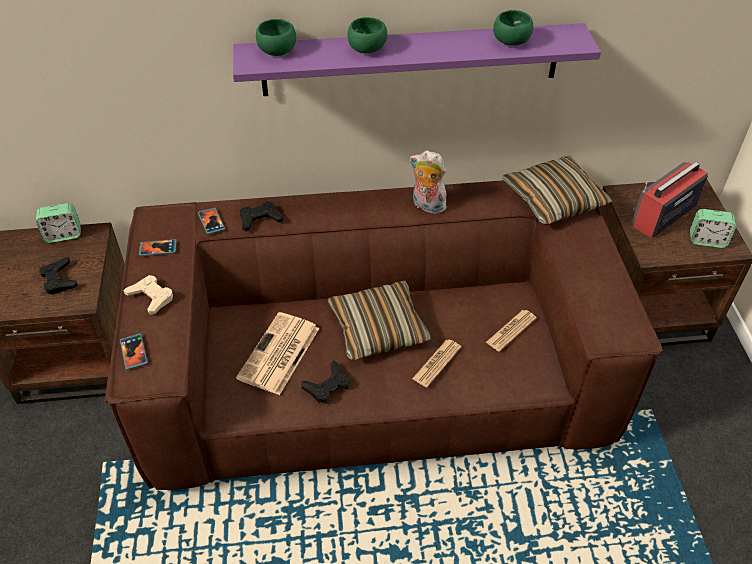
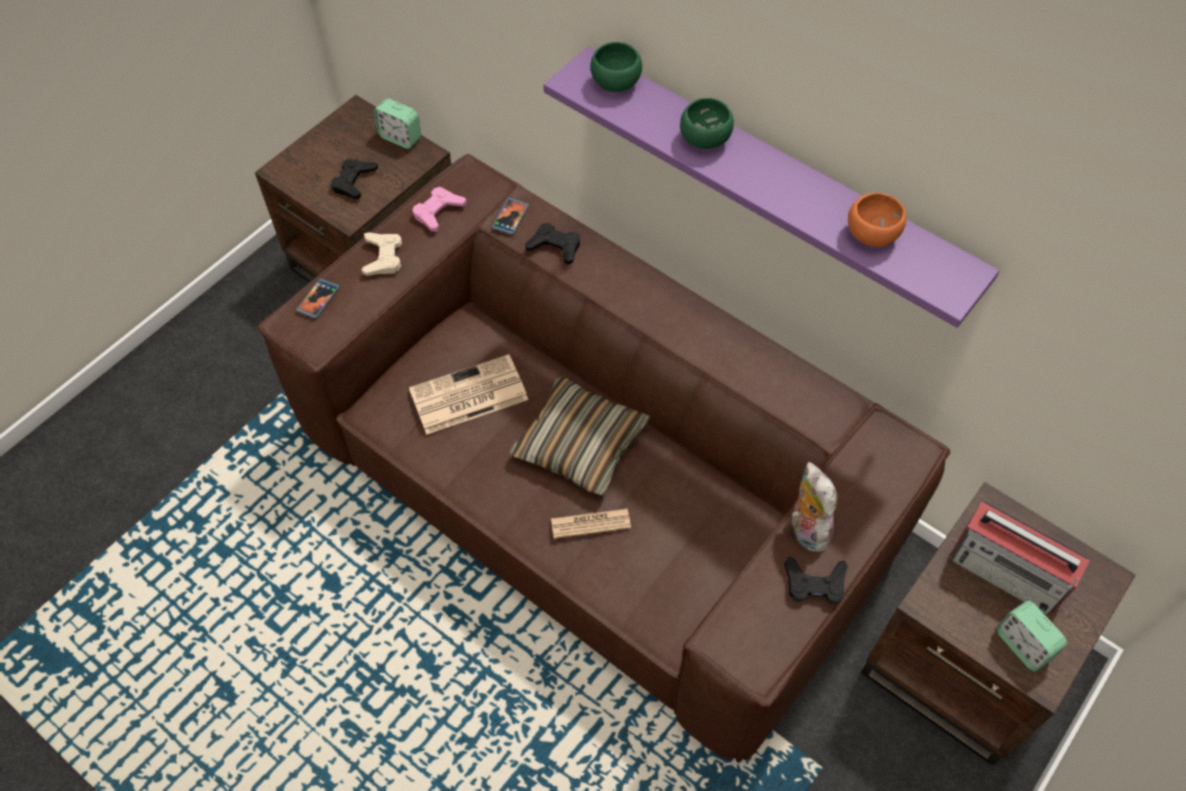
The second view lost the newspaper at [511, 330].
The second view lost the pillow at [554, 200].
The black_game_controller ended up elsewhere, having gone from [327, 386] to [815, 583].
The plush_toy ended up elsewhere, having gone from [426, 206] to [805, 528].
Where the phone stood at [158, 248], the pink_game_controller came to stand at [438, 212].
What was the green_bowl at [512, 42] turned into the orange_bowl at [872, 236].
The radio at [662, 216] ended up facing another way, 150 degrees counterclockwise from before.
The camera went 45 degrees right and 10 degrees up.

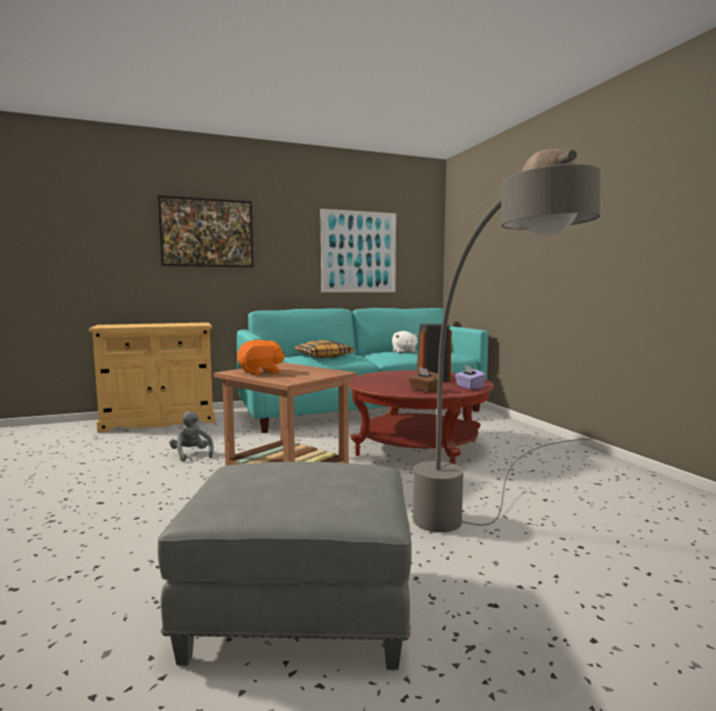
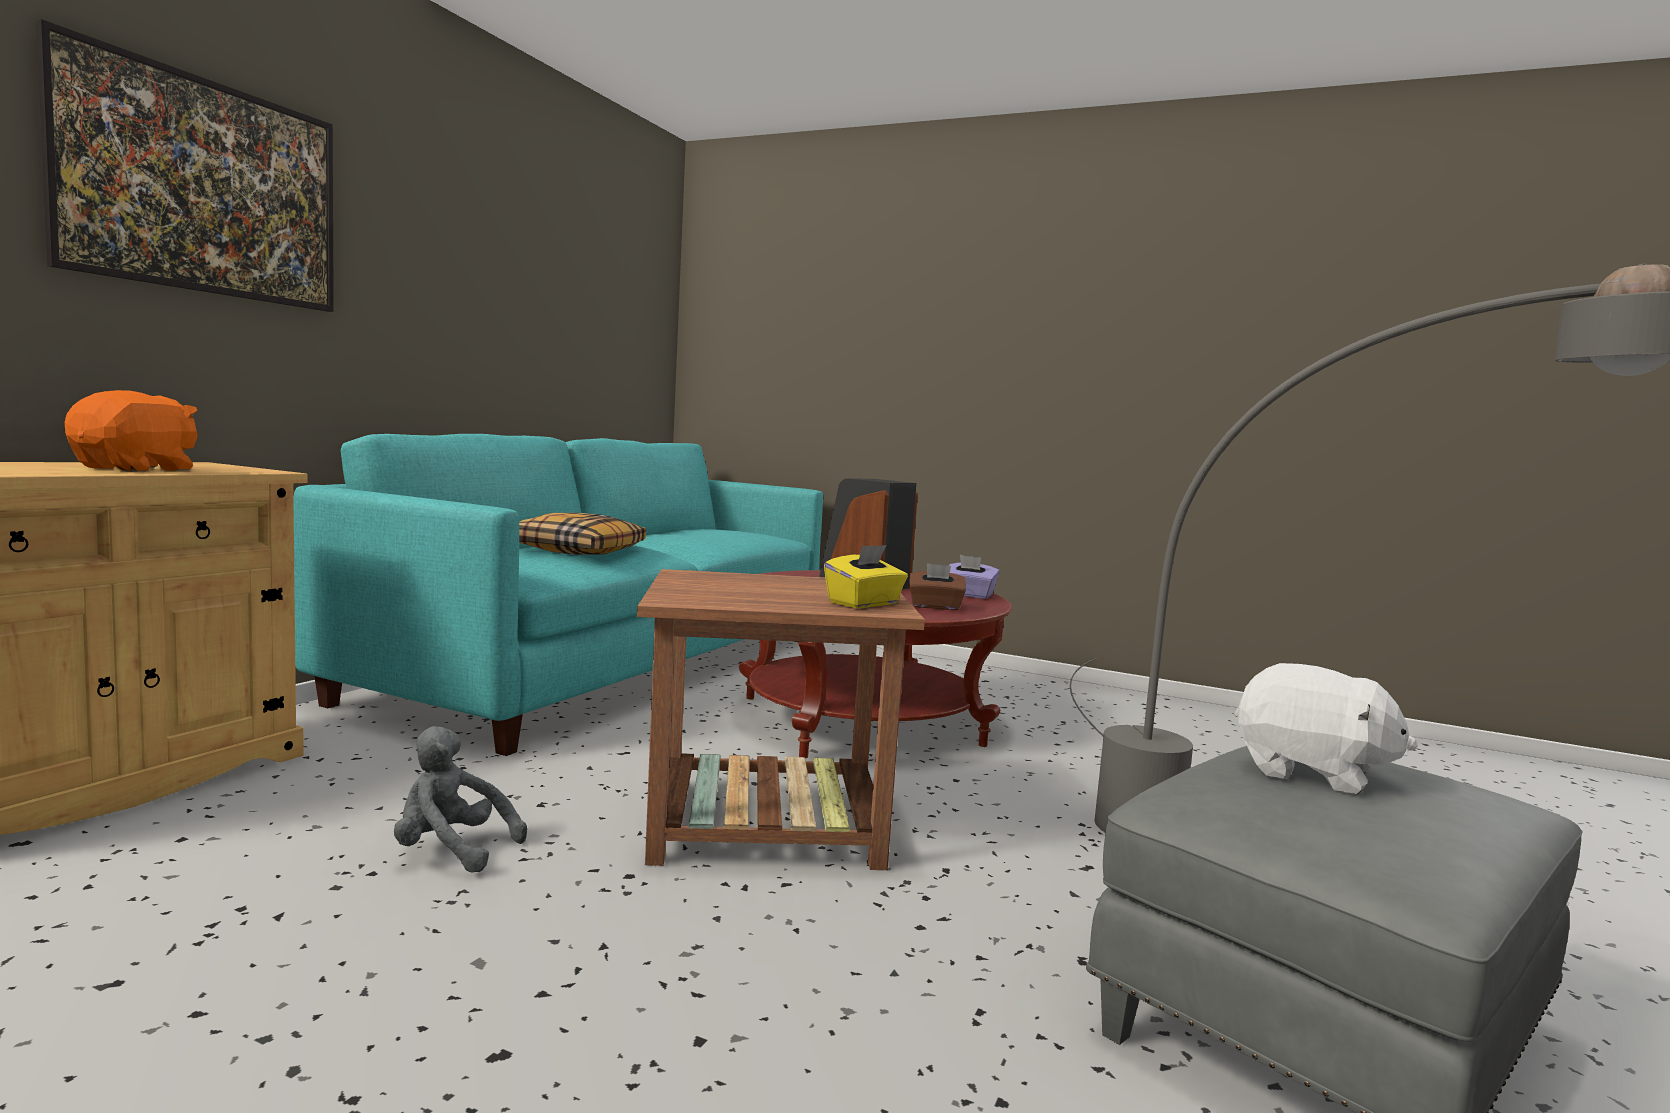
The second view lost the picture at [359, 252].
The second view gained the yellow_tissue_box at [864, 603].
The orange_plush_toy ended up elsewhere, having gone from [261, 372] to [138, 469].
The white_plush_toy ended up elsewhere, having gone from [404, 352] to [1310, 773].
The camera went 45 degrees left and 0 degrees up.

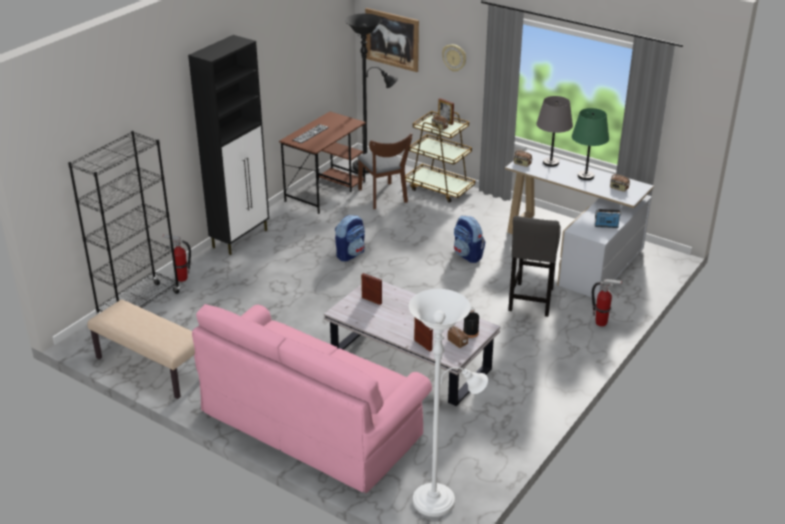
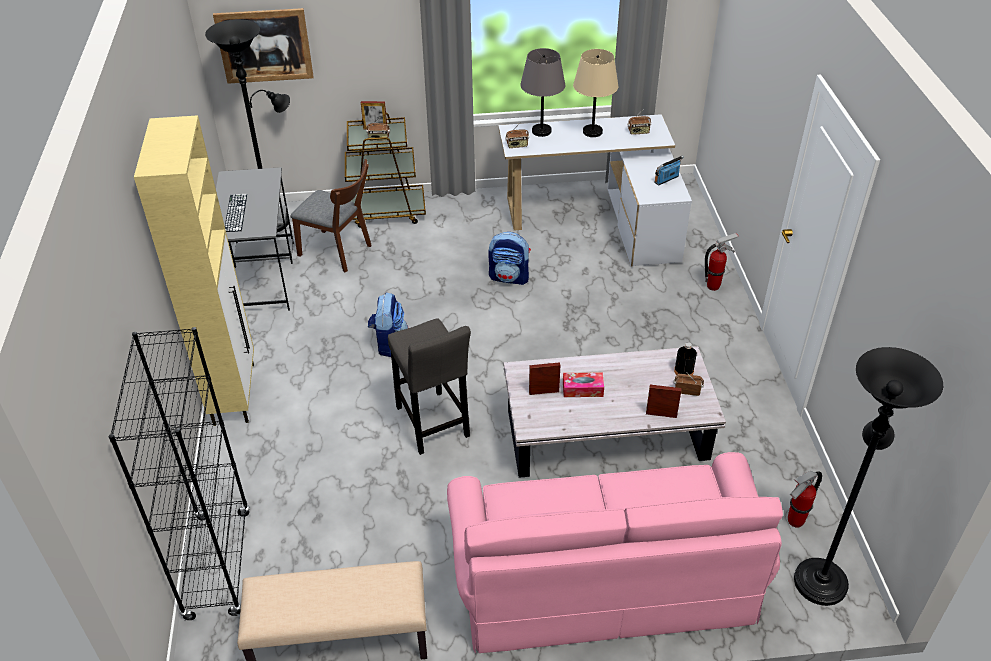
The second view lost the wall_clock at [454, 57].
The second view gained the tissue_box at [582, 389].
The fire_extinguisher ended up elsewhere, having gone from [181, 278] to [795, 521].
The grey_stool ended up elsewhere, having gone from [531, 301] to [433, 425].
What was the black_cabinet at [241, 238] turned into the beige_cabinet at [234, 393].
What was the brown_desk at [326, 191] turned into the grey_desk at [262, 276].
What was the white_floor_lamp at [439, 499] turned into the black_floor_lamp at [822, 577].
What was the green_table_lamp at [585, 176] turned into the beige_table_lamp at [592, 132].
The camera went 40 degrees left and 10 degrees up.

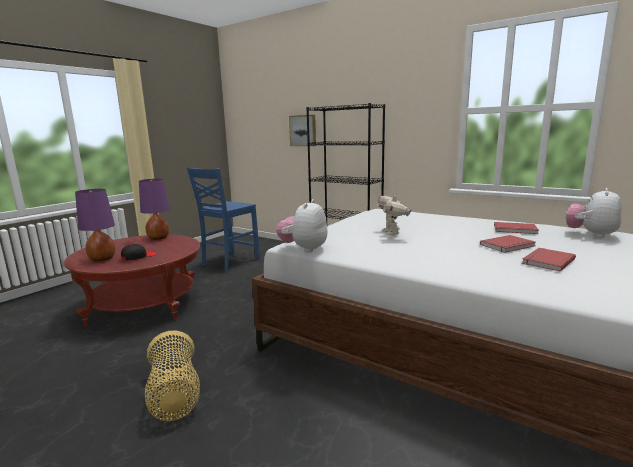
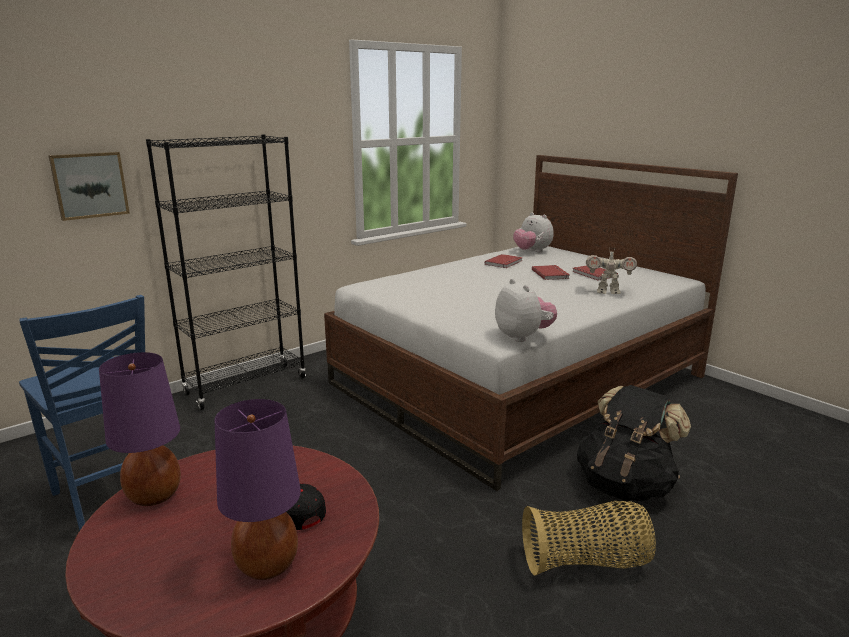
The second view gained the black_backpack at [625, 485].
The toy_robot ended up elsewhere, having gone from [392, 233] to [607, 292].
The plush_toy at [304, 249] ended up facing another way, 150 degrees counterclockwise from before.
The camera went 75 degrees left and 5 degrees up.

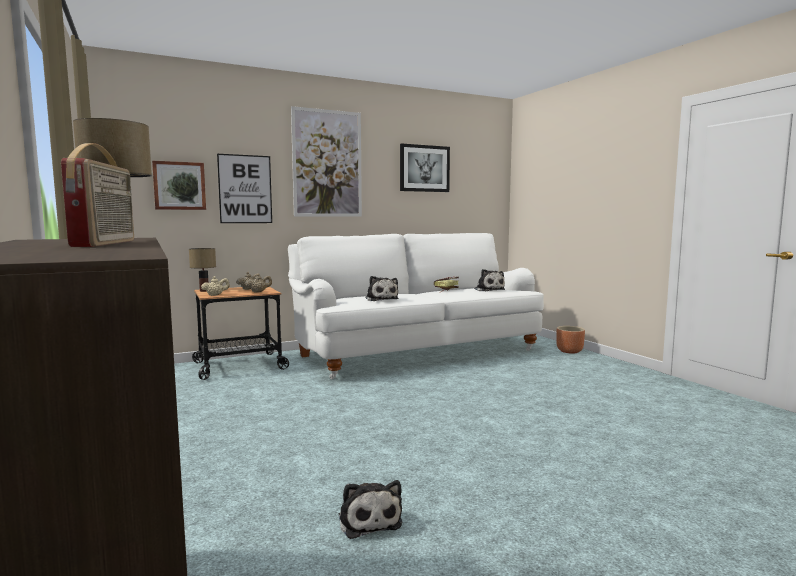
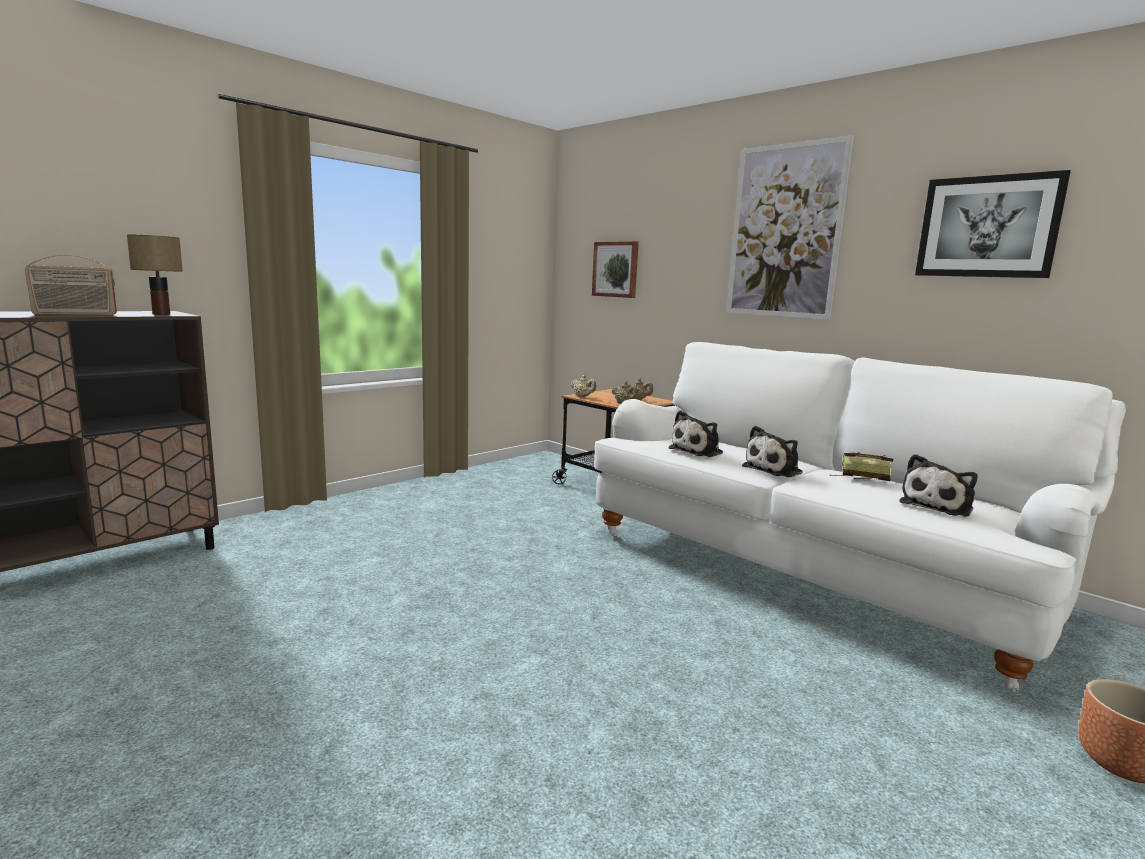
The second view lost the table_lamp at [203, 291].
The second view lost the picture at [245, 189].
The plush_toy ended up elsewhere, having gone from [369, 519] to [775, 470].
The camera went 70 degrees right and 5 degrees up.

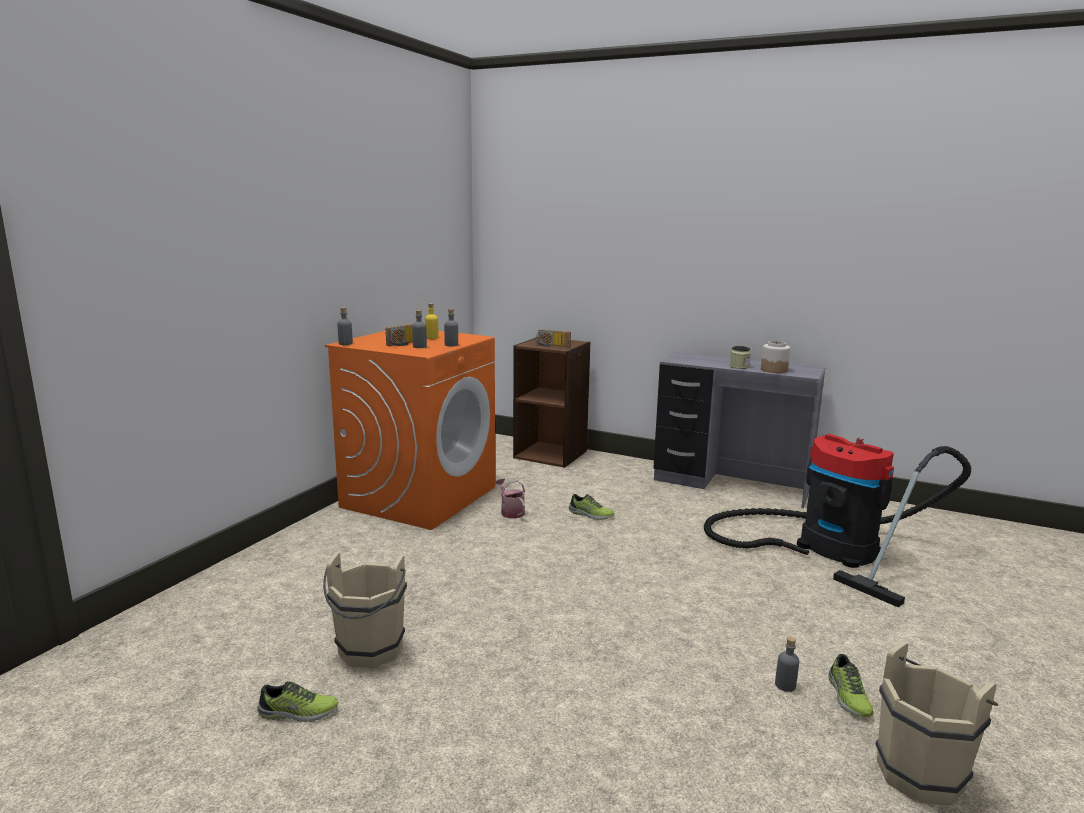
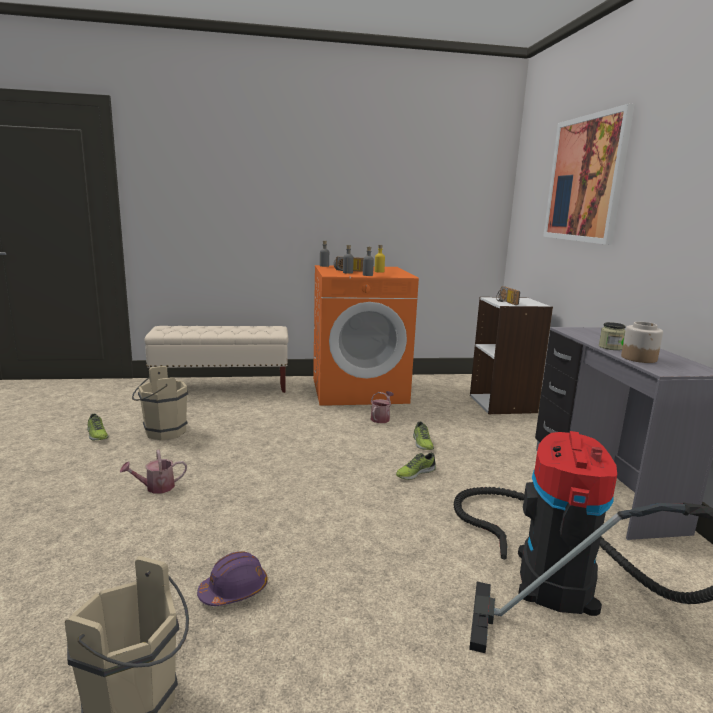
The second view gained the watering_can at [156, 487].
The second view gained the beige_bench at [222, 386].
The second view gained the picture at [585, 179].
The shoe ended up elsewhere, having gone from [848, 696] to [415, 473].
Where the grey_bottle stood at [785, 685], the purple_hard_hat came to stand at [234, 590].
What was the brown_bookcase at [551, 454] turned into the white_bookcase at [503, 404].
The camera went 55 degrees right and 0 degrees up.

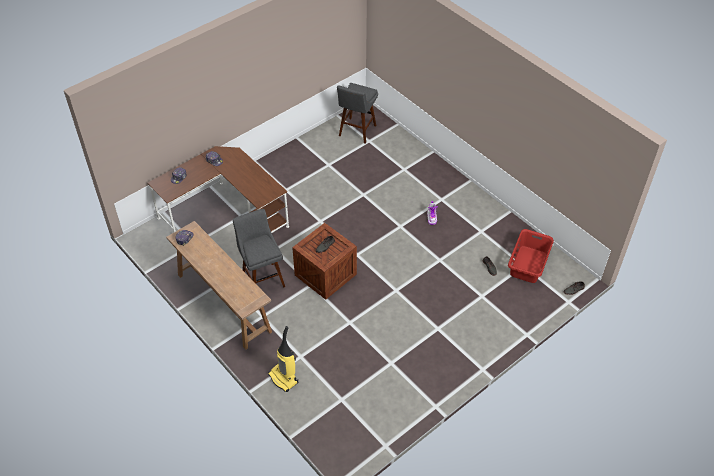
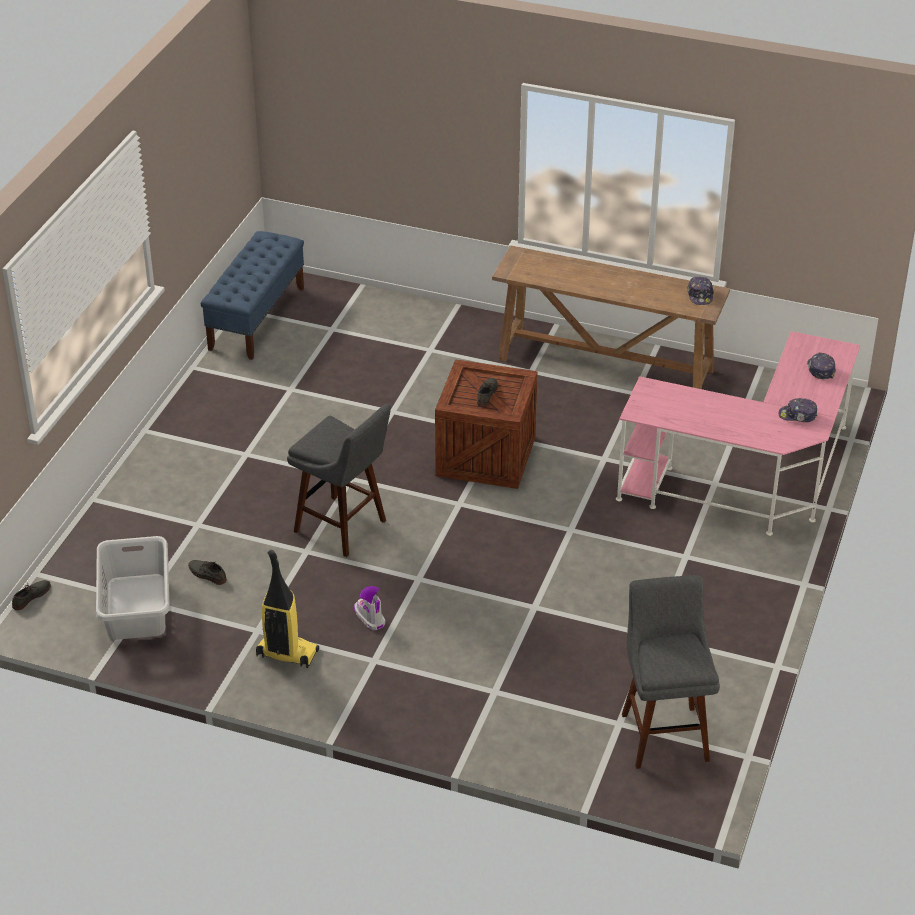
The second view gained the blue_bench at [257, 318].
The grey_stool ended up elsewhere, having gone from [262, 278] to [344, 528].
The vacuum_cleaner ended up elsewhere, having gone from [284, 378] to [286, 654].
What was the brown_desk at [225, 211] turned into the pink_desk at [749, 480].
What was the red_laundry_basket at [528, 264] turned into the grey_laundry_basket at [135, 607].
The camera went 150 degrees right and 10 degrees down.

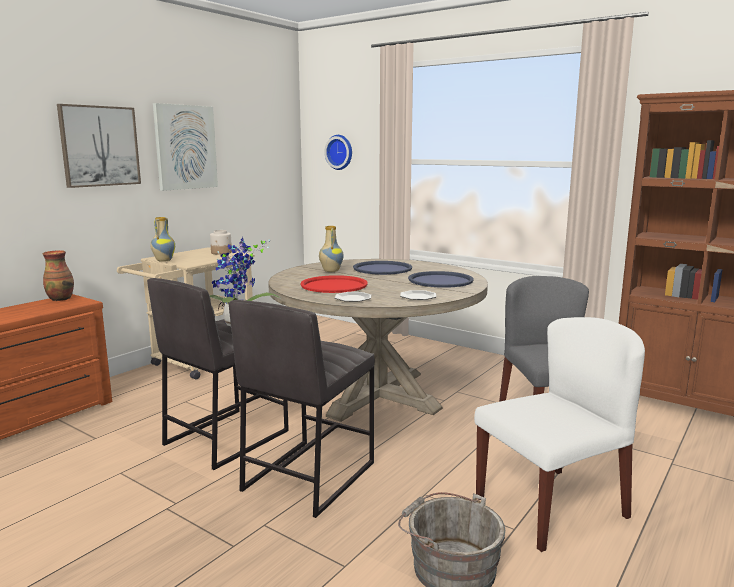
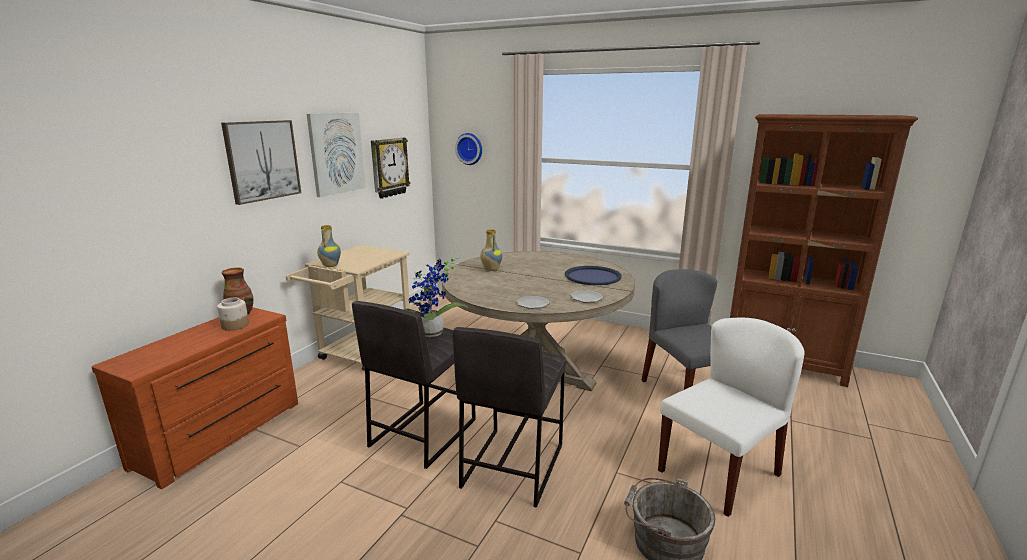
The second view lost the red_tray at [334, 285].
The second view lost the blue_tray at [382, 269].
The second view gained the wall_clock at [389, 167].
The jar ended up elsewhere, having gone from [221, 252] to [235, 325].
The camera went 10 degrees left and 5 degrees up.

